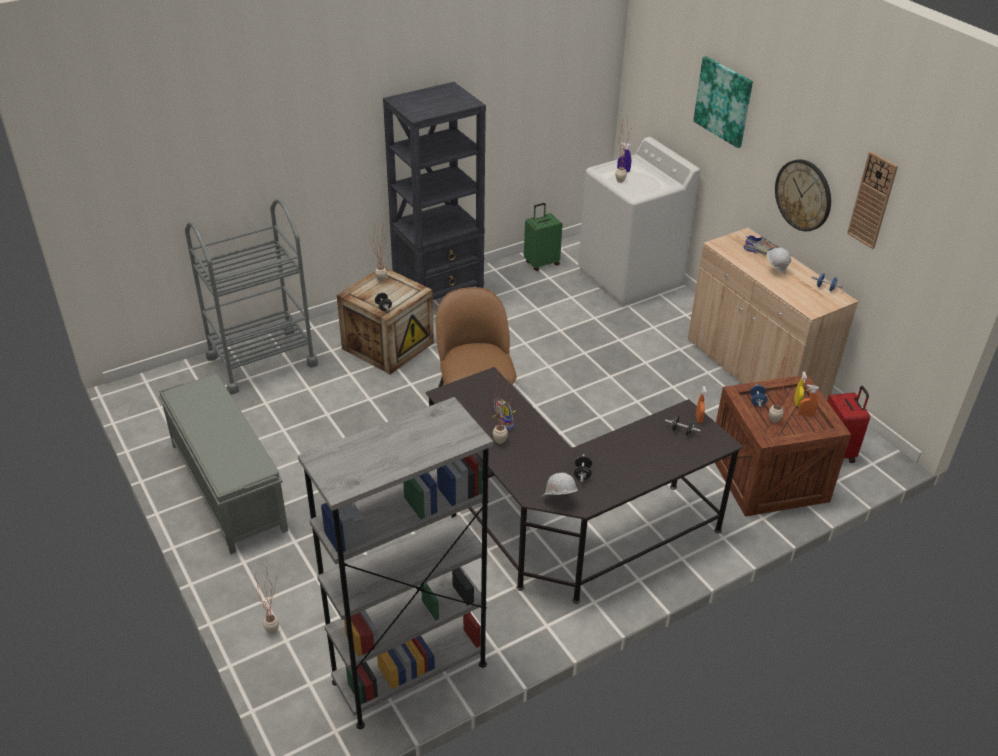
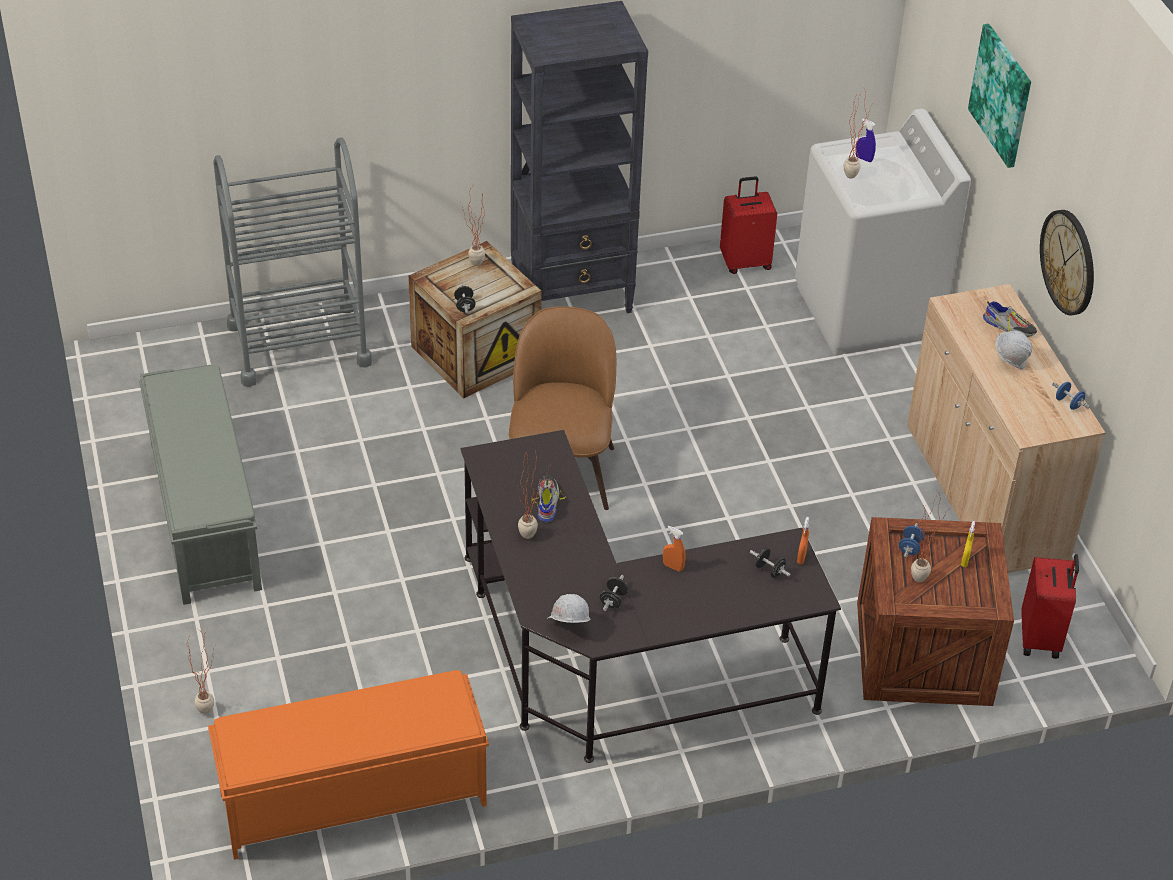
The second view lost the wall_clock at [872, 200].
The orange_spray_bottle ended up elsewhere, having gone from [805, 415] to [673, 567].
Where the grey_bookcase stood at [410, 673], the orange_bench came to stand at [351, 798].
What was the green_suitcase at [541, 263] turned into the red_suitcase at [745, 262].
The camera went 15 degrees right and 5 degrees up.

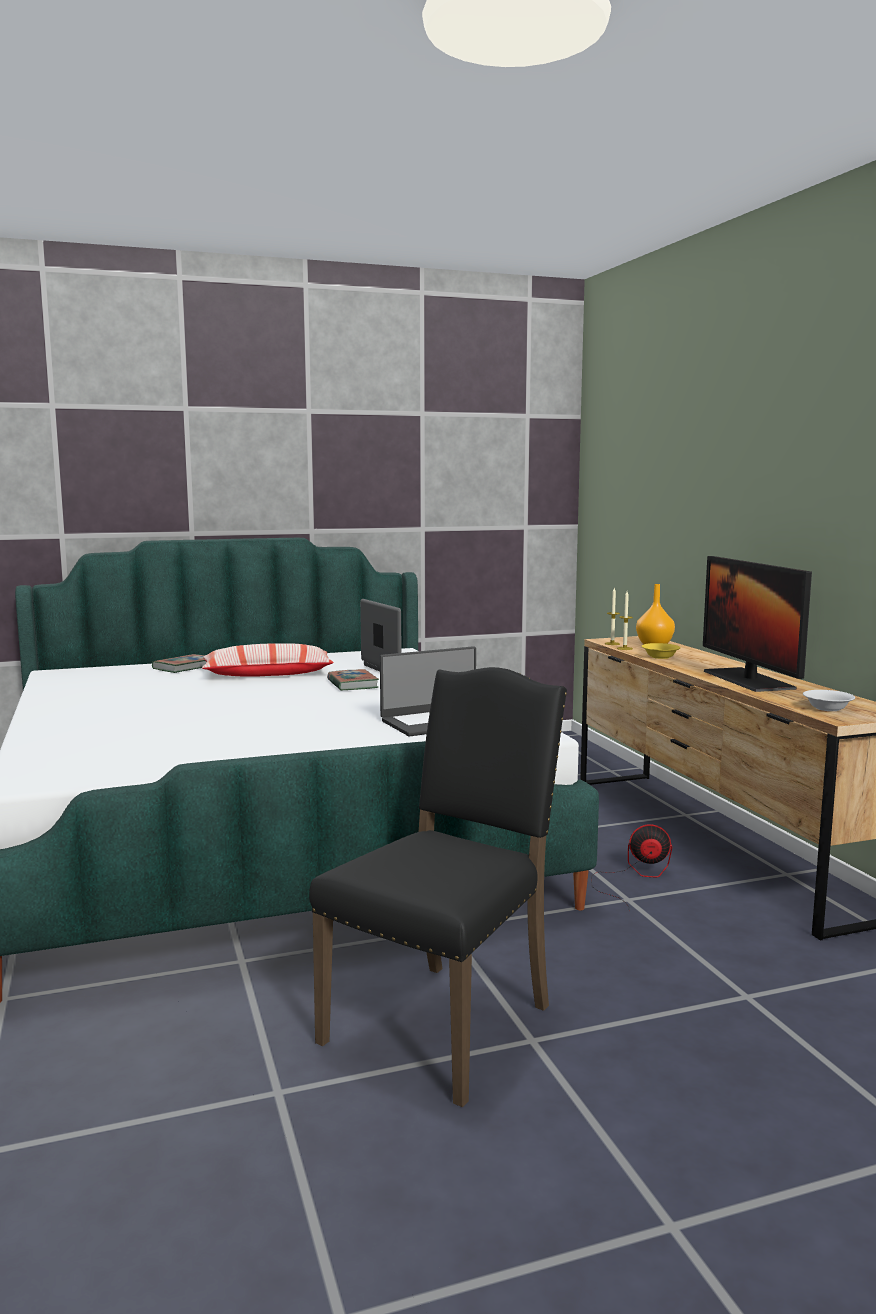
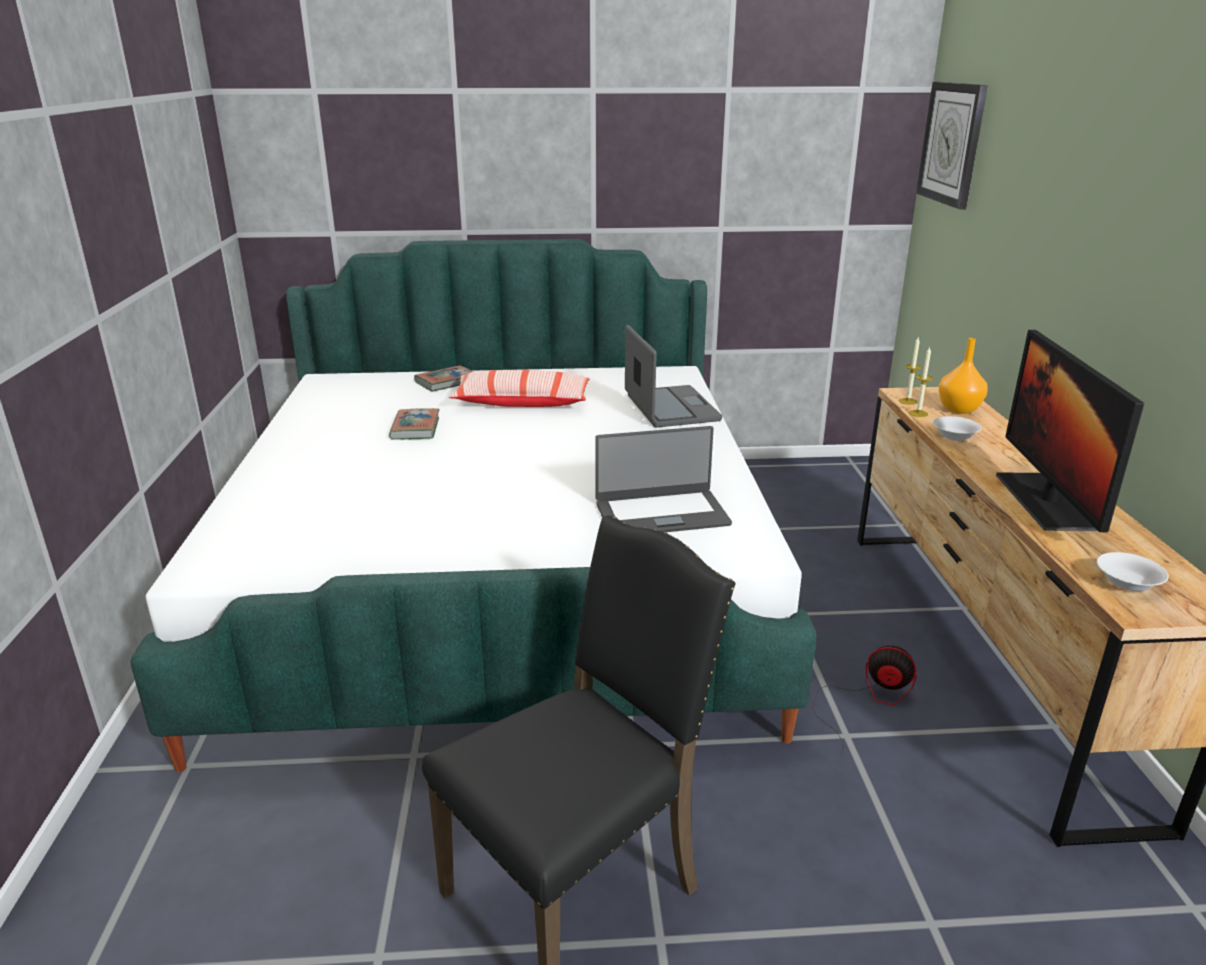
The second view gained the wall_clock at [952, 143].
The book ended up elsewhere, having gone from [352, 684] to [415, 428].
What was the yellow_bowl at [660, 657] turned into the white_bowl at [955, 436].
The camera went 15 degrees right and 15 degrees up.

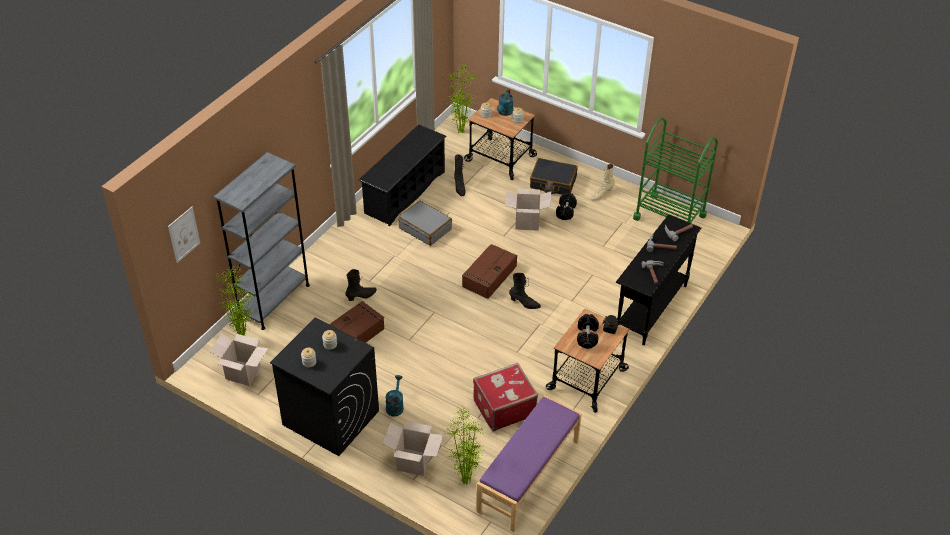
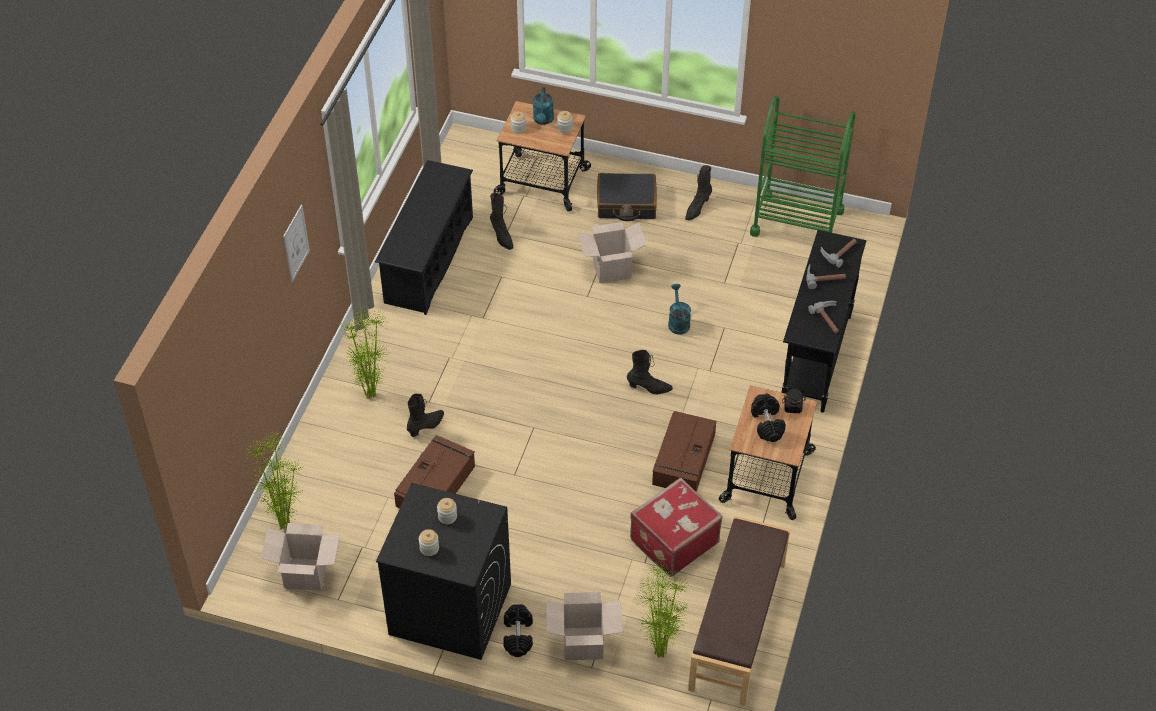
The second view lost the grey_bookcase at [274, 300].
The second view lost the grey_suitcase at [425, 228].
The picture ended up elsewhere, having gone from [184, 234] to [296, 243].
The turquoise_watering_can ended up elsewhere, having gone from [395, 405] to [678, 322].
The potted_plant ended up elsewhere, having gone from [461, 133] to [372, 396].
The brown_storage_box ended up elsewhere, having gone from [489, 277] to [683, 460].
The black_dumbbell ended up elsewhere, having gone from [566, 211] to [518, 636].
What was the purple_bench at [529, 476] turned into the brown_bench at [738, 626].
What was the beige_boot at [601, 195] turned into the black_boot at [697, 208].
The camera went 15 degrees left and 5 degrees up.

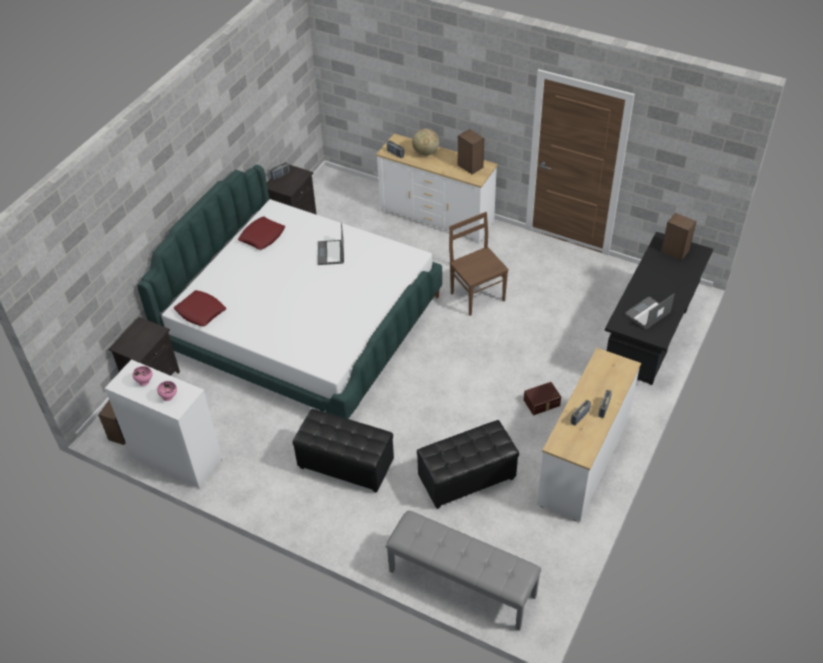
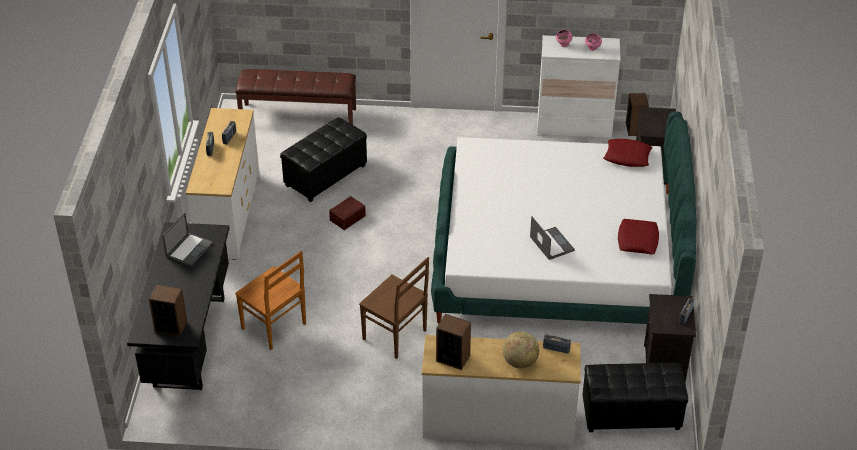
The second view gained the brown_chair at [275, 327].
The black_ottoman ended up elsewhere, having gone from [346, 464] to [631, 415].
The brown_storage_box ended up elsewhere, having gone from [542, 403] to [347, 217].
What was the grey_bench at [461, 583] turned into the brown_bench at [298, 115].
The camera went 155 degrees right and 5 degrees down.

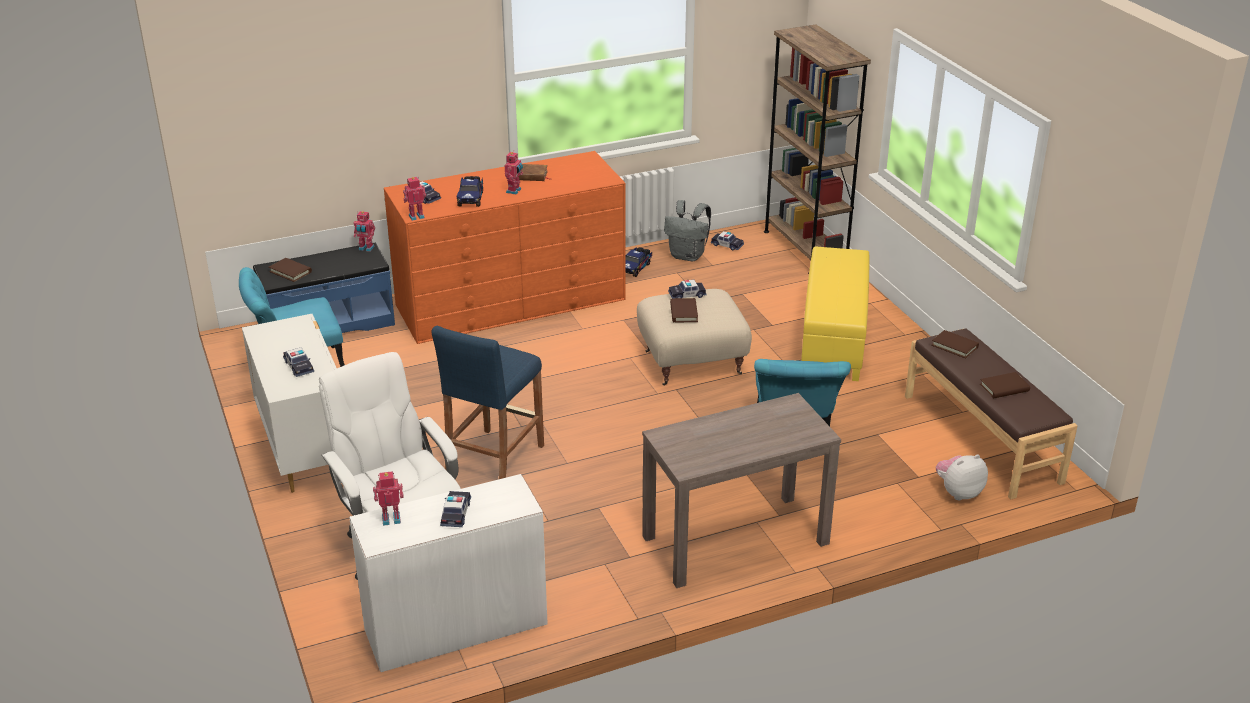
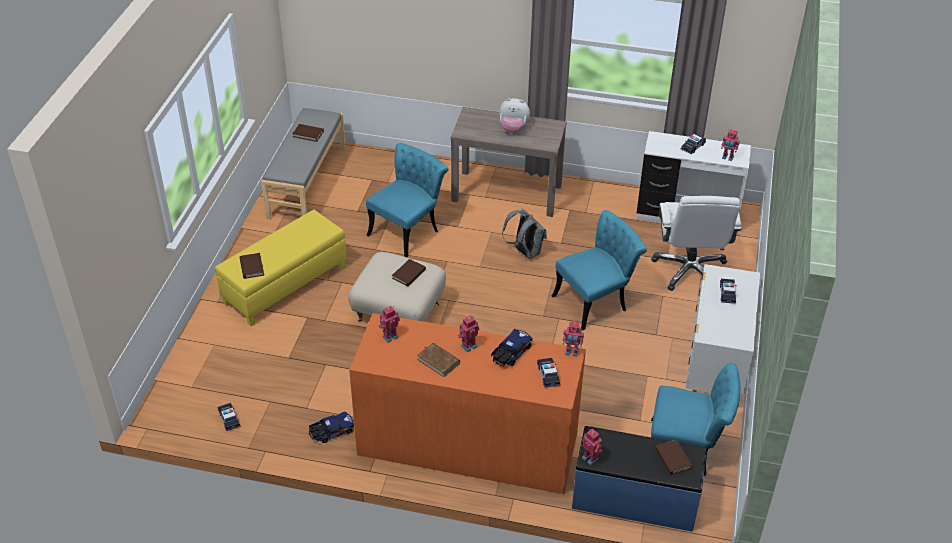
The second view lost the toy_car at [687, 295].
The second view lost the brown_bookcase at [805, 248].
The second view gained the toy_robot at [389, 336].
The grey_backpack ended up elsewhere, having gone from [688, 256] to [525, 252].
The brown_book ended up elsewhere, having gone from [954, 346] to [251, 267].
The plush_toy ended up elsewhere, having gone from [958, 492] to [513, 128].
Where the blue_stool stood at [494, 460], the turquoise_chair came to stand at [596, 301].
What was the brown_bench at [982, 438] turned into the grey_bench at [306, 182].
The camera went 145 degrees left and 10 degrees up.

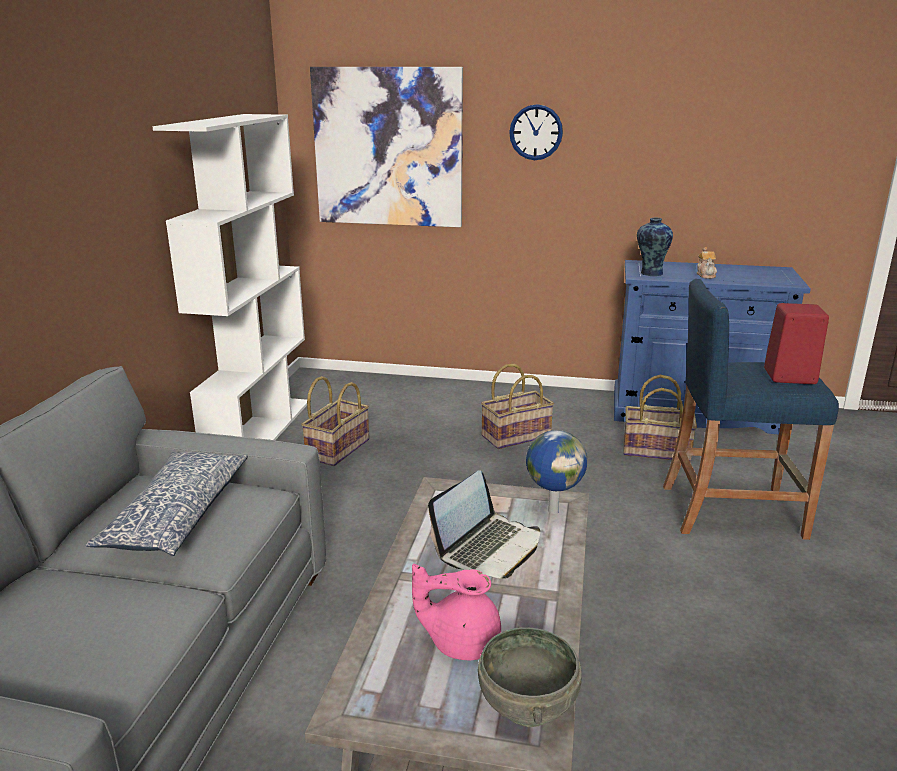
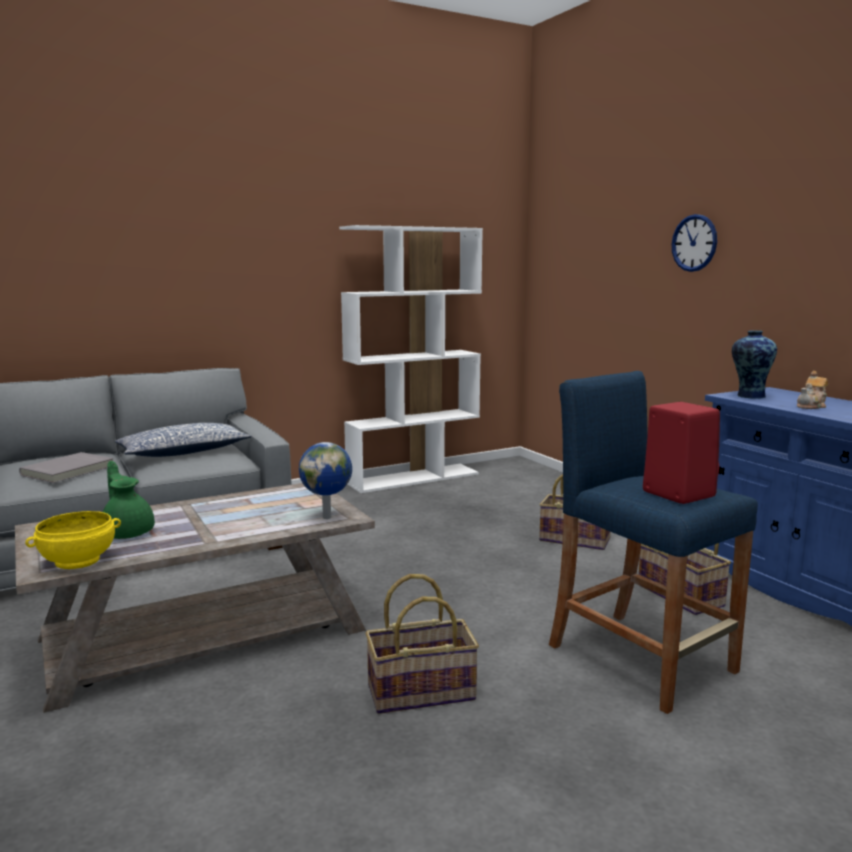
The second view lost the picture at [388, 148].
The second view lost the laptop at [488, 547].
The second view gained the grey_book at [69, 471].
The basket ended up elsewhere, having gone from [337, 449] to [421, 691].
What was the pink_teapot at [461, 641] turned into the green_teapot at [128, 533].
What was the grey_bowl at [529, 704] turned into the yellow_bowl at [78, 561].
The camera went 50 degrees right and 10 degrees down.

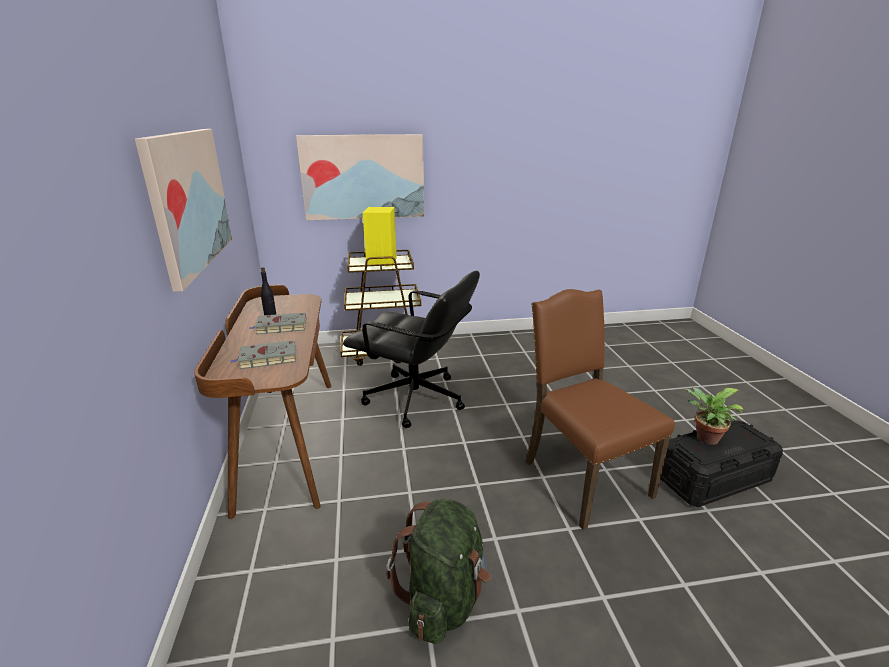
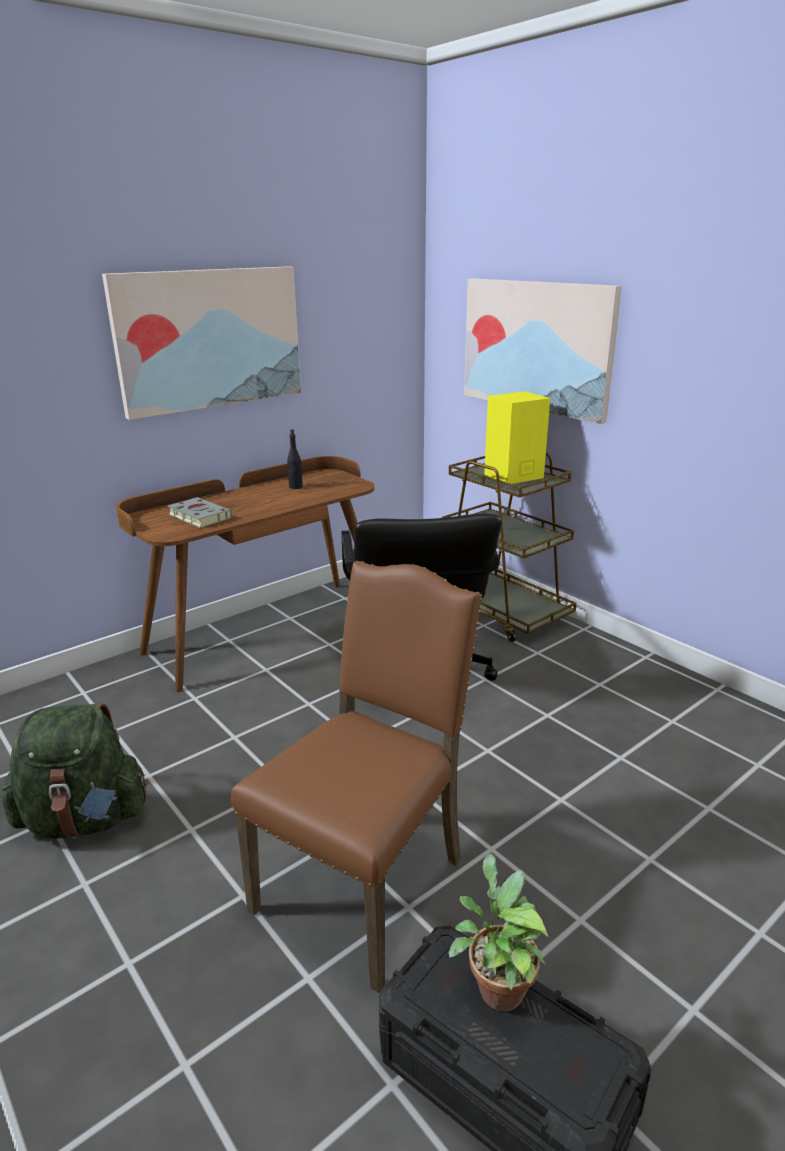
The second view lost the grey_book at [280, 326].
The camera went 60 degrees right and 0 degrees up.

